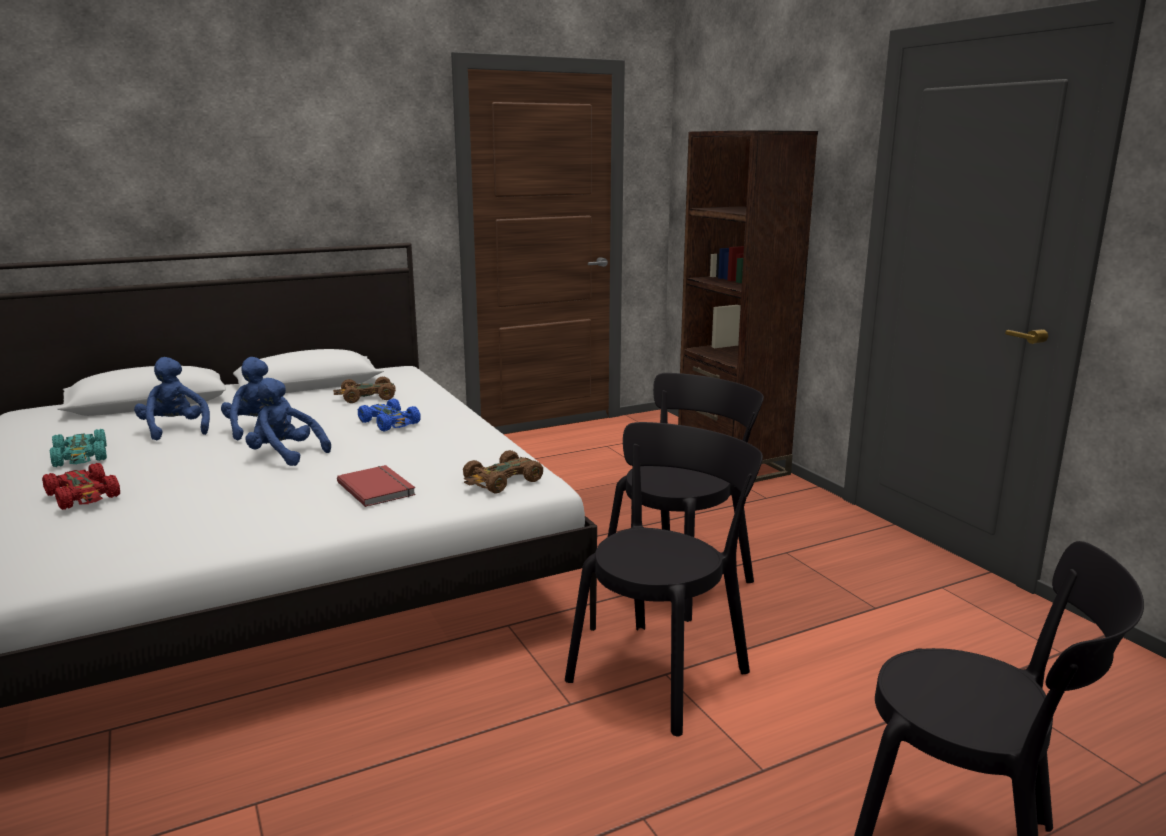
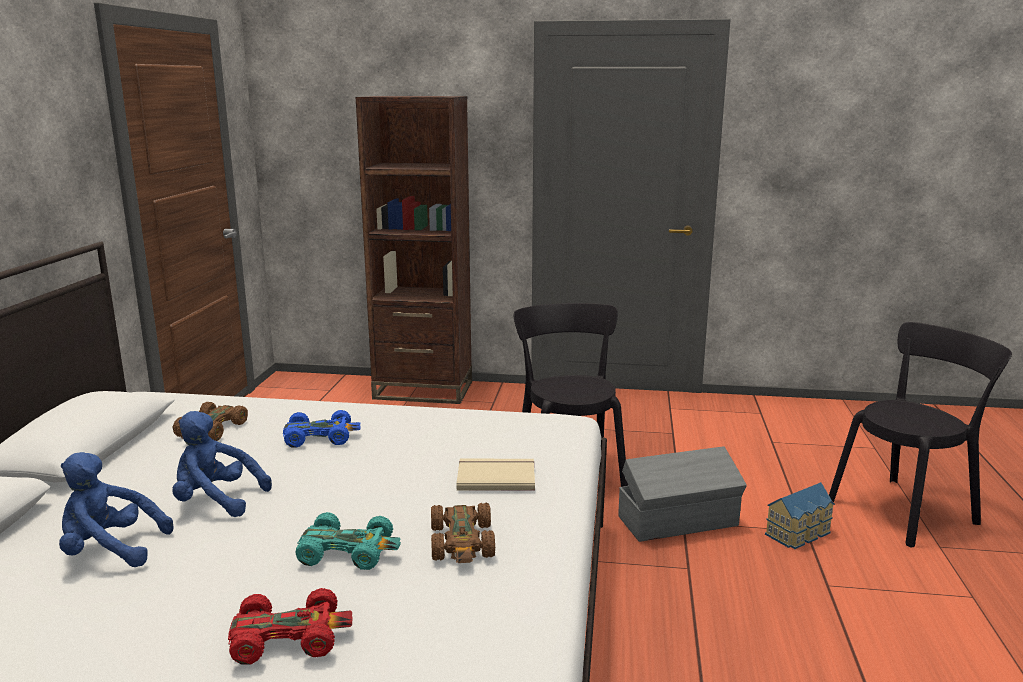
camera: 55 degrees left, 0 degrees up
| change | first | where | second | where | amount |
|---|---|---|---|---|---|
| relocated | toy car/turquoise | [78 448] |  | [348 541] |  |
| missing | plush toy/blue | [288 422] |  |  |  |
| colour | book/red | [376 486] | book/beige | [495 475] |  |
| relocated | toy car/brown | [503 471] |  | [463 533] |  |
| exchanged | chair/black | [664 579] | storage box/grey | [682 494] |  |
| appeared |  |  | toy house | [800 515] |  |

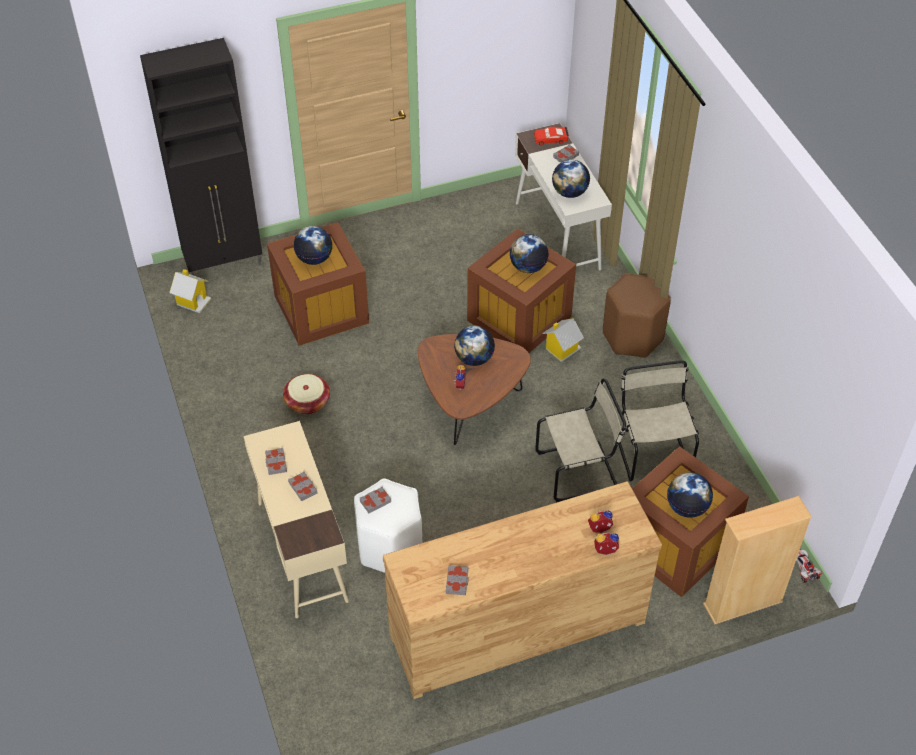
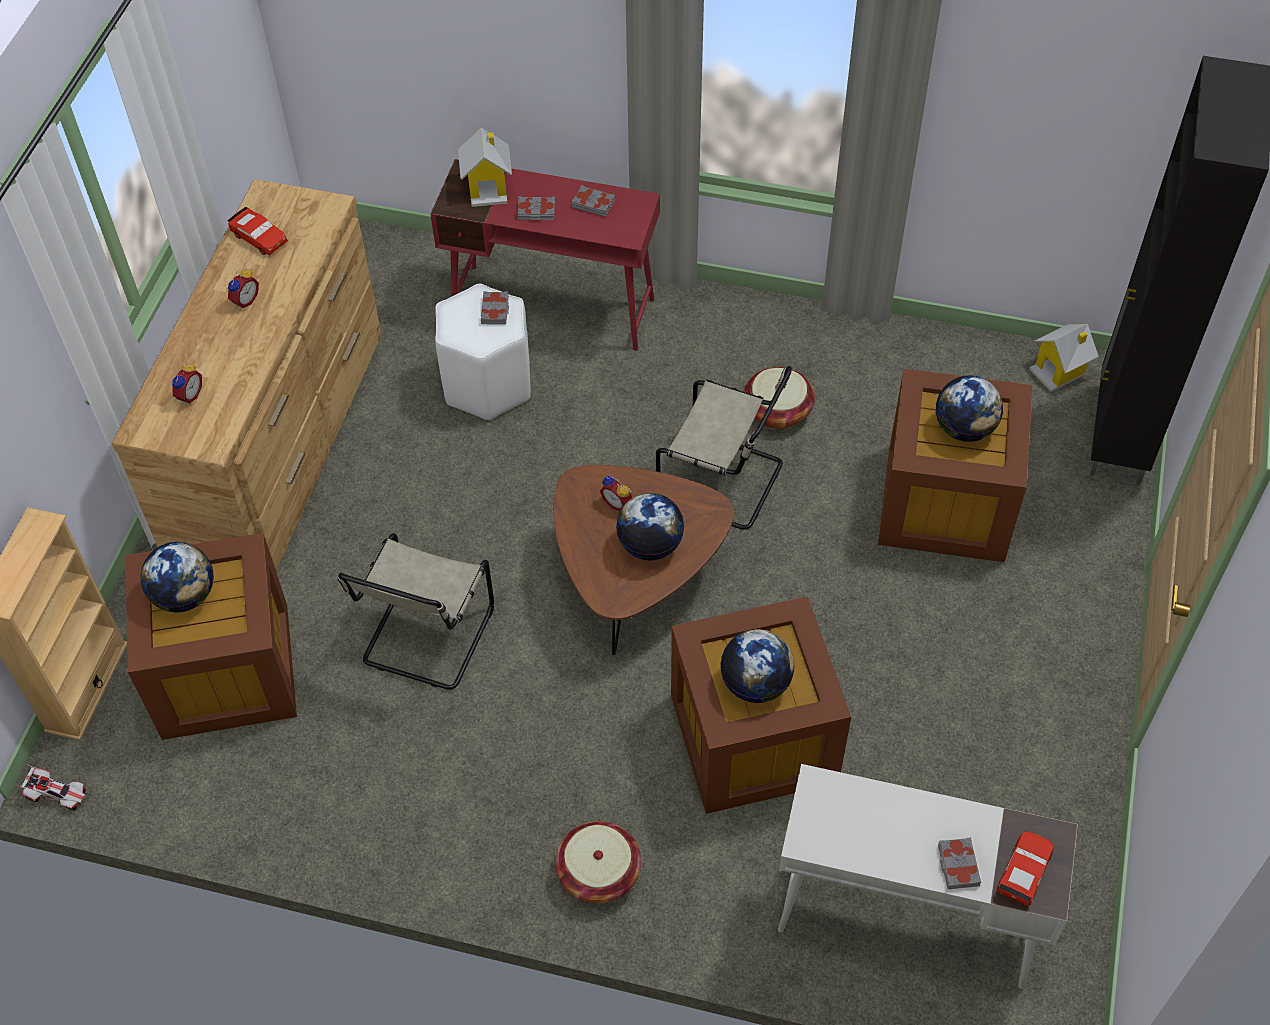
camera: 125 degrees right, 5 degrees up
| change | first | where | second | where | amount |
|---|---|---|---|---|---|
| colour | desk/beige | [296 519] | desk/red | [545 255] |  |
| exchanged | book/grey | [457 580] | toy car/red | [257 231] |  |
| relocated | toy house | [563 340] |  | [485 167] |  |
| missing | globe | [571 179] |  |  |  |
| relocated | alarm clock | [606 544] |  | [242 288] |  |
| exchanged | stool/brown | [637 315] | basket | [598 862] |  |
| relocated | chair/beige | [659 420] |  | [724 448] |  |

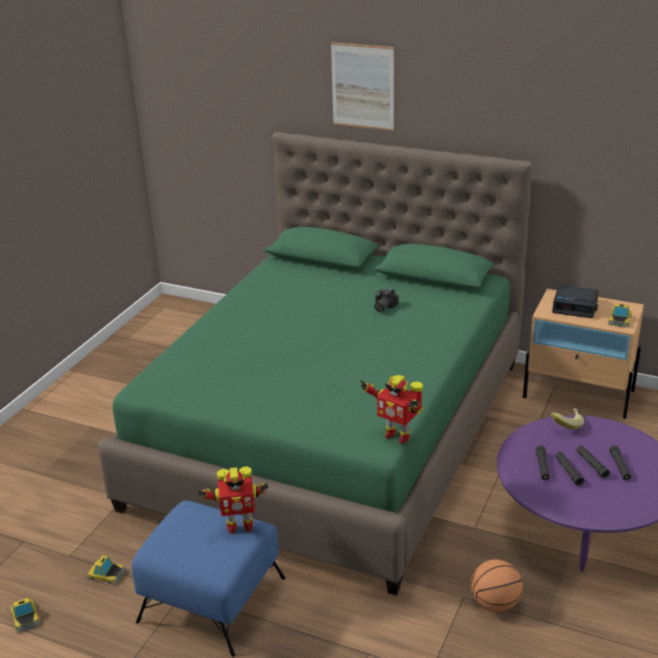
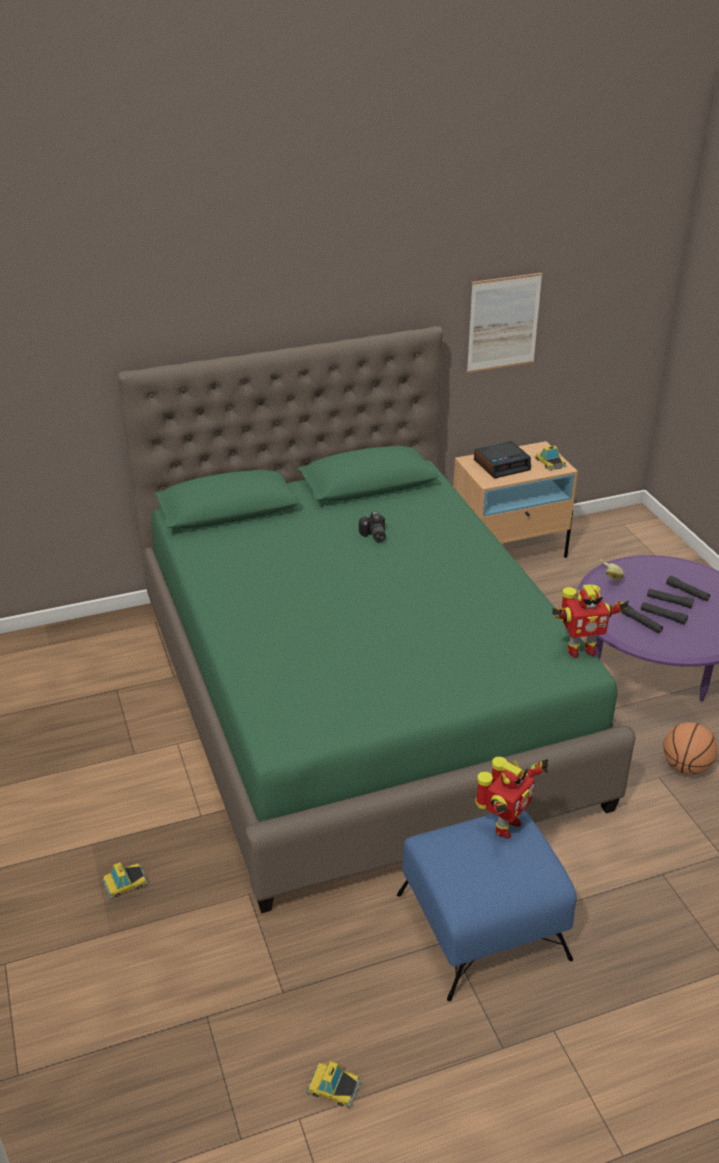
camera: 45 degrees left, 5 degrees up
| change | first | where | second | where | amount |
|---|---|---|---|---|---|
| relocated | toy car | [107 569] |  | [125 880] |  |
| relocated | picture | [362 86] |  | [505 323] |  |

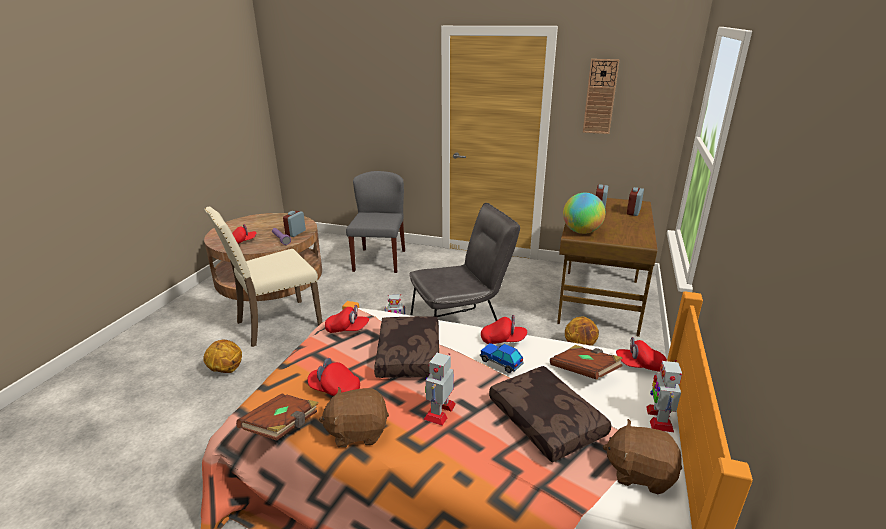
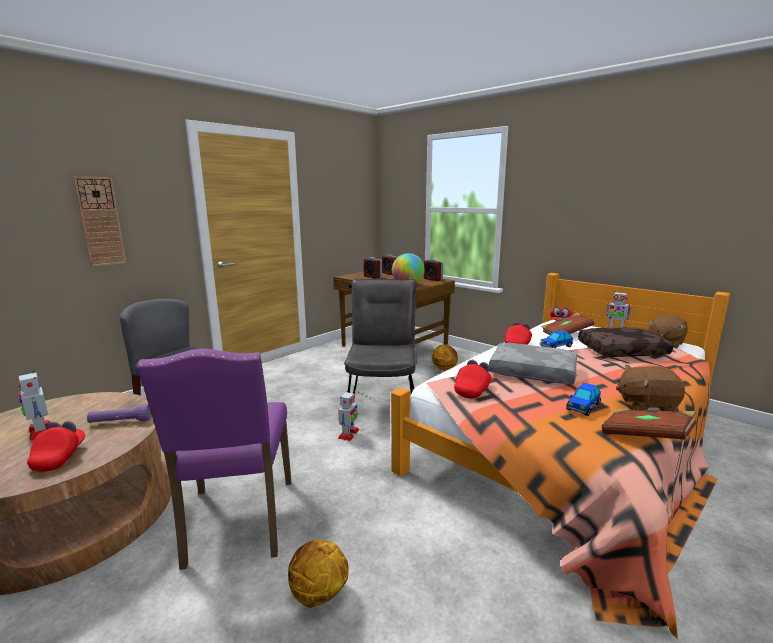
camera: 65 degrees left, 10 degrees down
| change | first | where | second | where | amount |
|---|---|---|---|---|---|
| colour | chair/beige | [263 276] | chair/purple | [214 459] |  |
| relocated | alarm clock | [294 224] |  | [433 270] |  |
| exchanged | cap/red | [333 377] | toy car | [583 399] |  |
| spun | plush toy/brown | [354 417] |  | [650 388] | 75 degrees clockwise |
| colour | pillow/brown | [406 347] | pillow/grey | [533 363] |  |
| relocated | toy robot | [439 389] |  | [34 406] |  |
| relocated | wall clock | [601 96] |  | [99 221] |  |

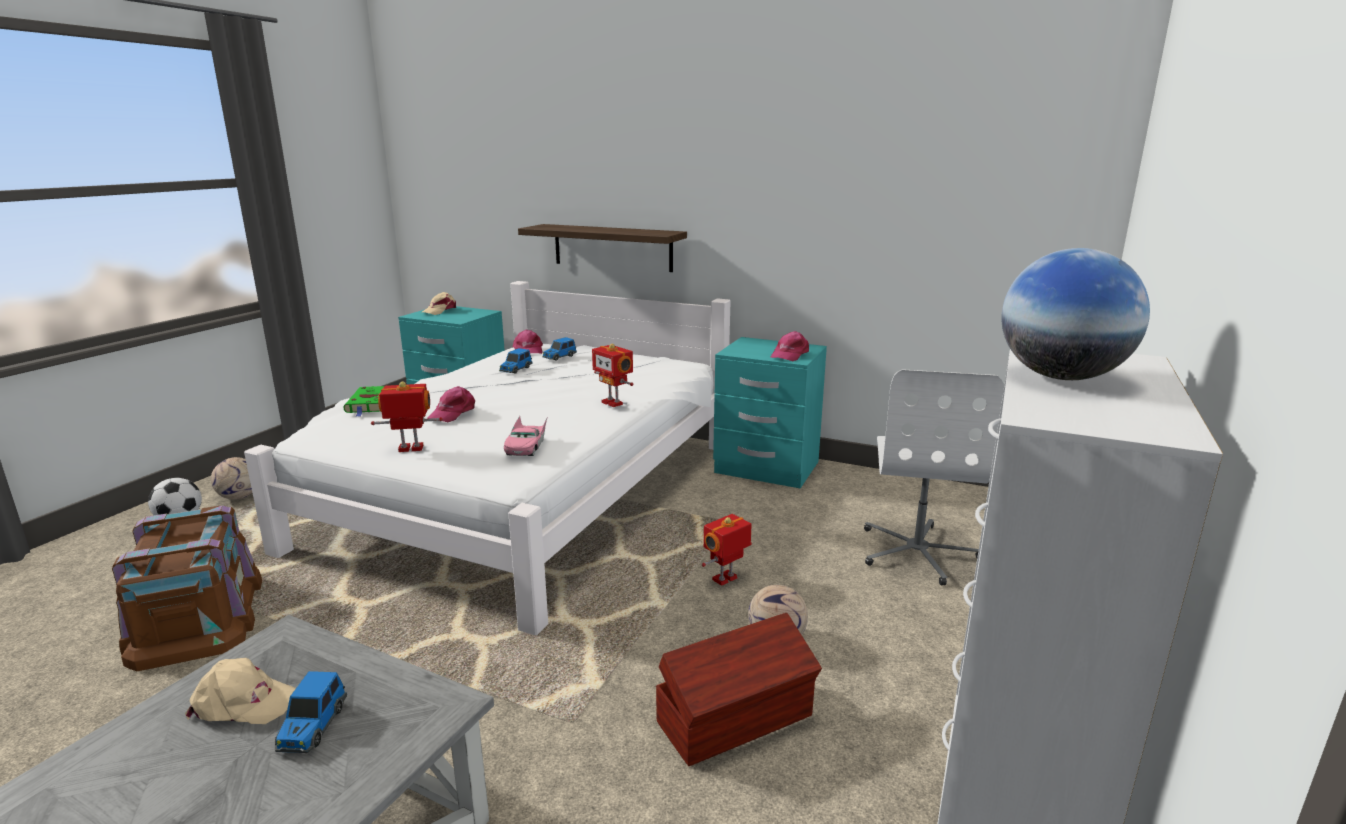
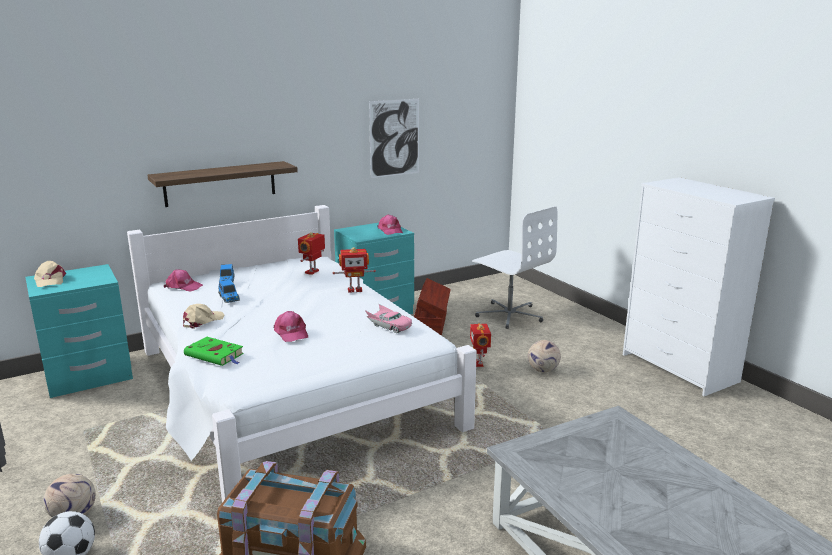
camera: 55 degrees left, 0 degrees up
| change | first | where | second | where | amount |
|---|---|---|---|---|---|
| relocated | cap/beige | [240 691] |  | [203 316] |  |
| missing | toy car | [310 712] |  |  |  |
| relocated | toy robot | [407 416] |  | [311 253] |  |
| relocated | storage box/brown | [739 689] |  | [432 307] |  |
| missing | globe | [1075 314] |  |  |  |
| appeared |  |  | picture | [394 138] |  |

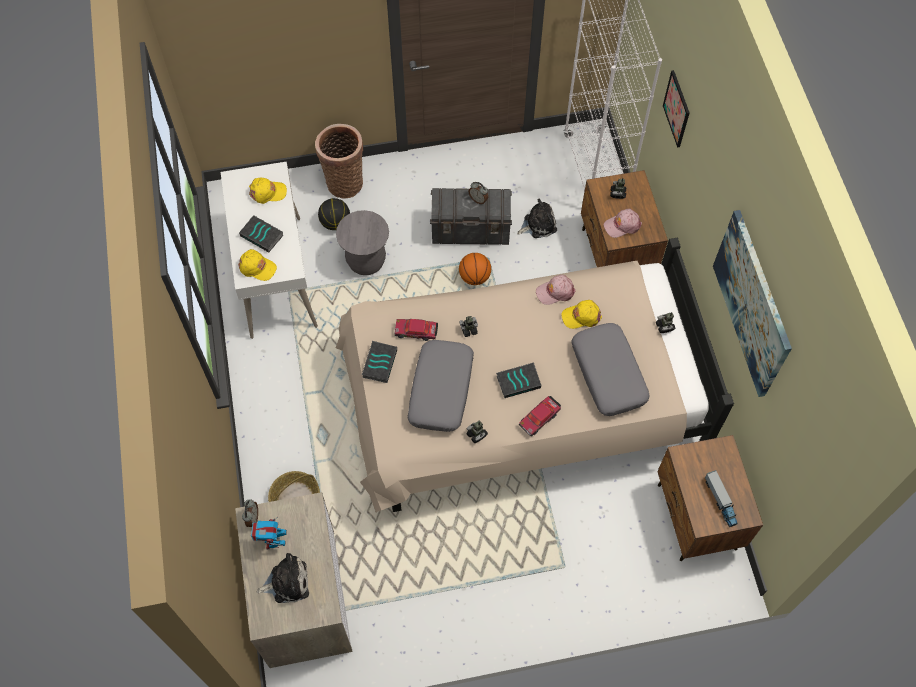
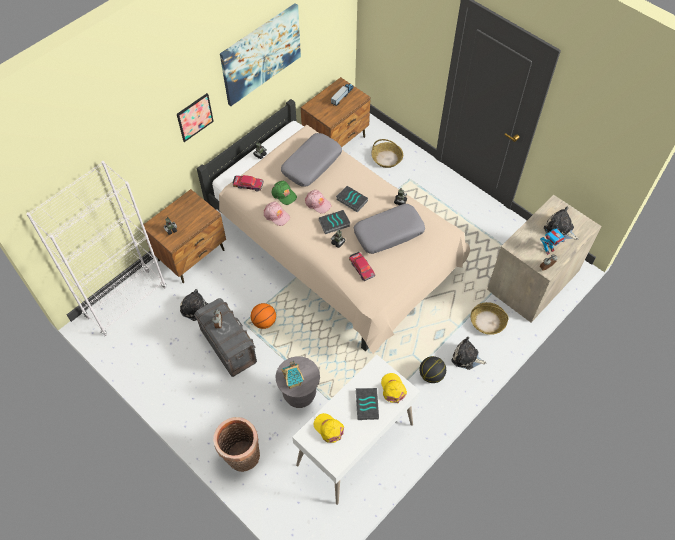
camera: 125 degrees left, 5 degrees down
| change | first | where | second | where | amount |
|---|---|---|---|---|---|
| relocated | basketball | [334 214] |  | [432 369] |  |
| relocated | book | [379 362] |  | [334 222] |  |
| relocated | toy car | [540 416] |  | [248 183] |  |
| colour | cap/yellow | [581 314] | cap/green | [284 193] |  |
| relocated | cap/pink | [623 223] |  | [318 202] |  |
| relocated | picture | [676 109] |  | [195 117] |  |
| appeared |  |  | toy house | [292 374] |  |
| appeared |  |  | basket | [387 153] |  |
| appeared |  |  | plush toy | [469 353] |  |

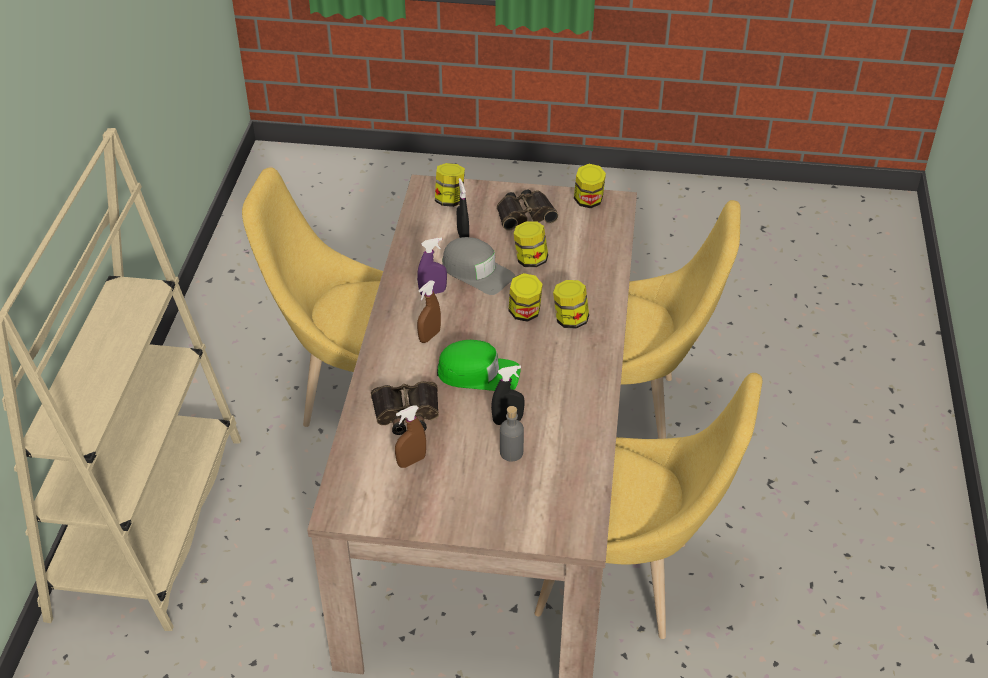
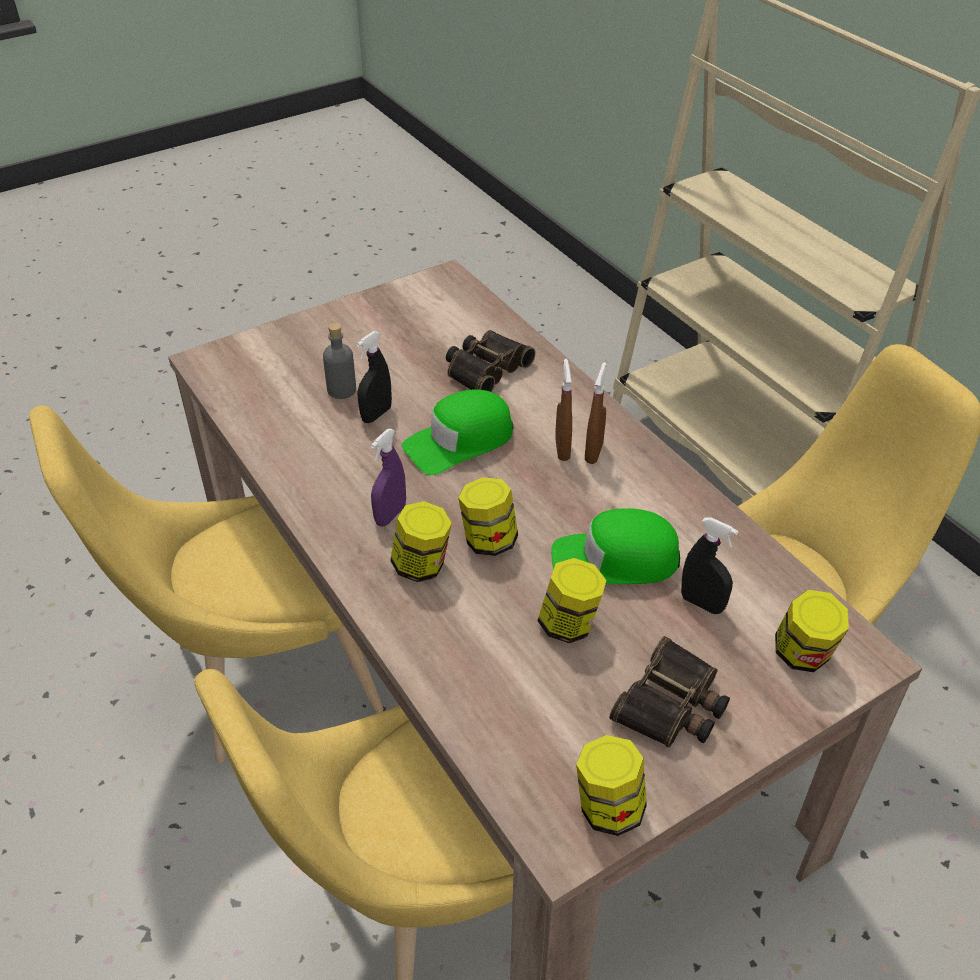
camera: 140 degrees right, 0 degrees up
| change | first | where | second | where | amount |
|---|---|---|---|---|---|
| relocated | spray bottle/brown | [410 436] |  | [596 413] |  |
| relocated | spray bottle/purple | [432 266] |  | [388 477] |  |
| colour | cap/grey | [478 266] | cap/green | [615 546] |  |

